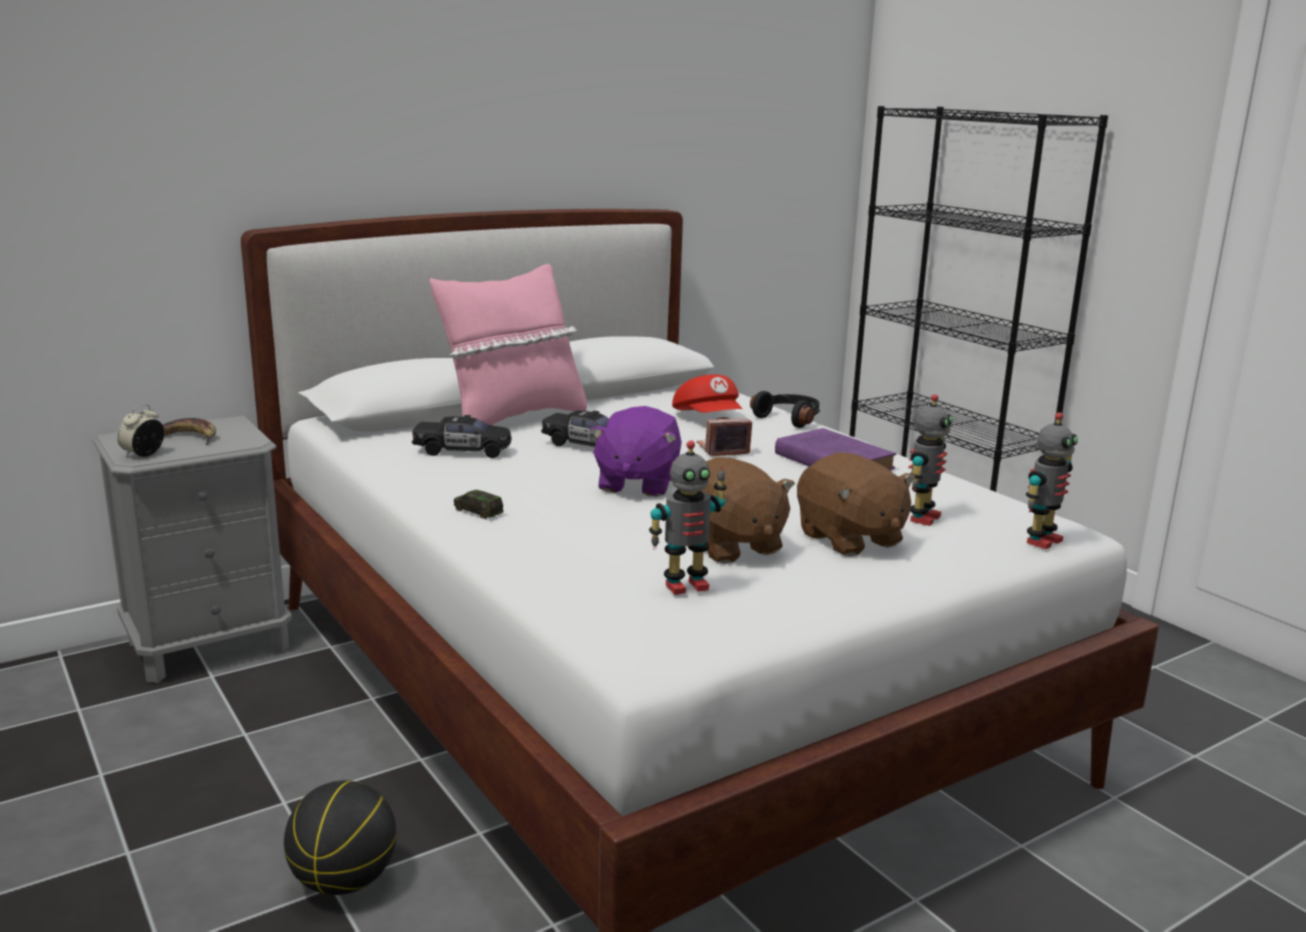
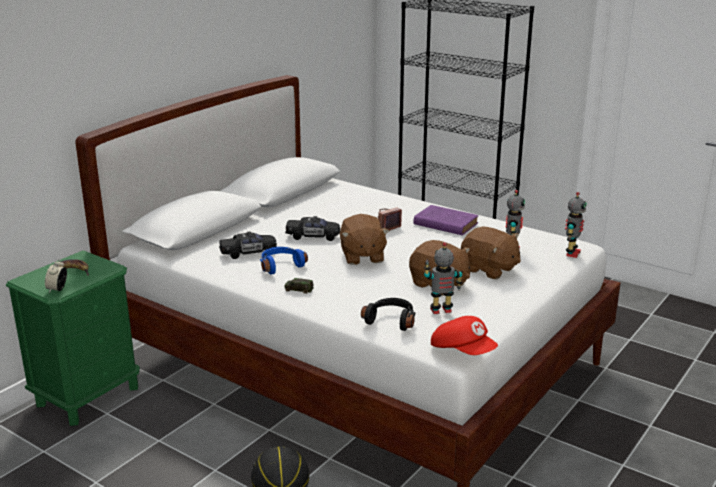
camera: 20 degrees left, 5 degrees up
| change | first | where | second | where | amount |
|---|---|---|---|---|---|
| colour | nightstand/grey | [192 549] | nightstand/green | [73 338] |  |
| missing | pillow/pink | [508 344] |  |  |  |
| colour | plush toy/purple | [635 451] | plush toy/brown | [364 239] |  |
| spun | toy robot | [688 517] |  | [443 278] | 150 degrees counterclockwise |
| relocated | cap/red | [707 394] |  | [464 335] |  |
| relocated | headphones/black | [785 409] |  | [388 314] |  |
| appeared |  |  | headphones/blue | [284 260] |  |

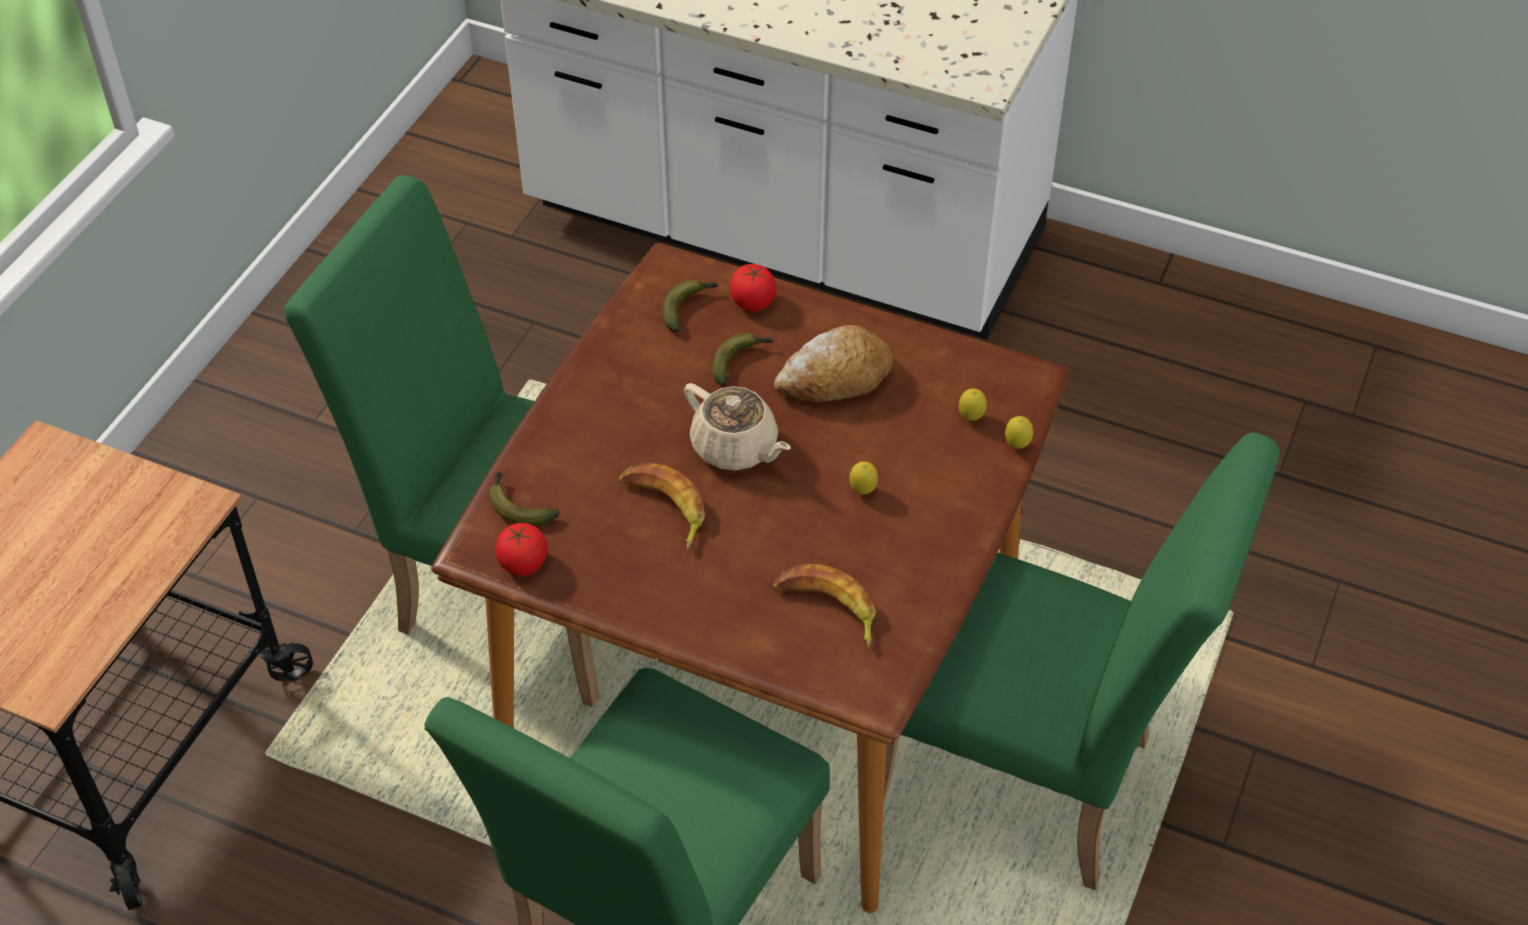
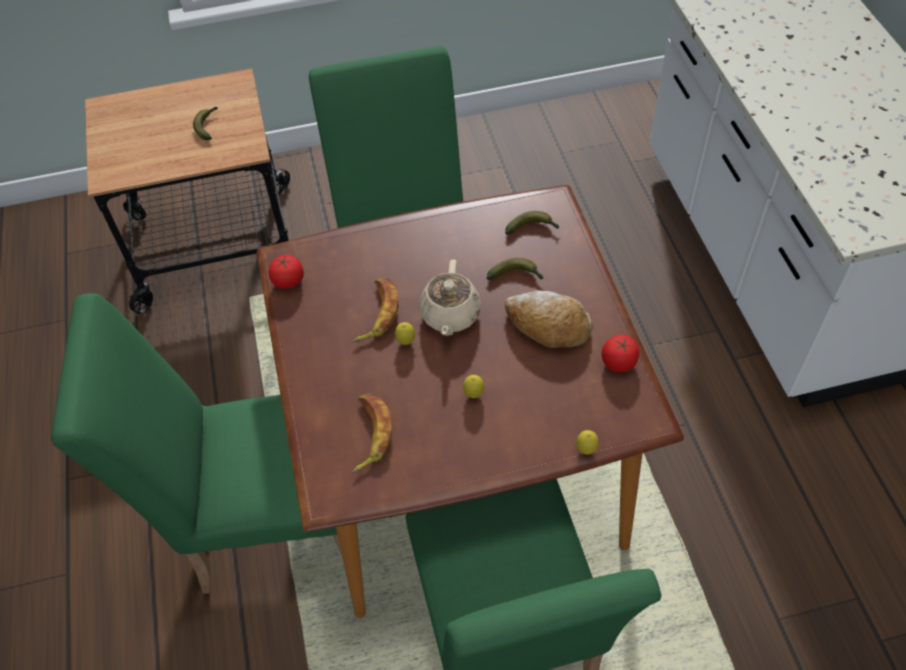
camera: 55 degrees right, 5 degrees up
| change | first | where | second | where | amount |
|---|---|---|---|---|---|
| relocated | banana | [523 498] |  | [205 123] |  |
| relocated | tomato | [753 288] |  | [620 353] |  |
| relocated | lemon | [973 404] |  | [405 333] |  |

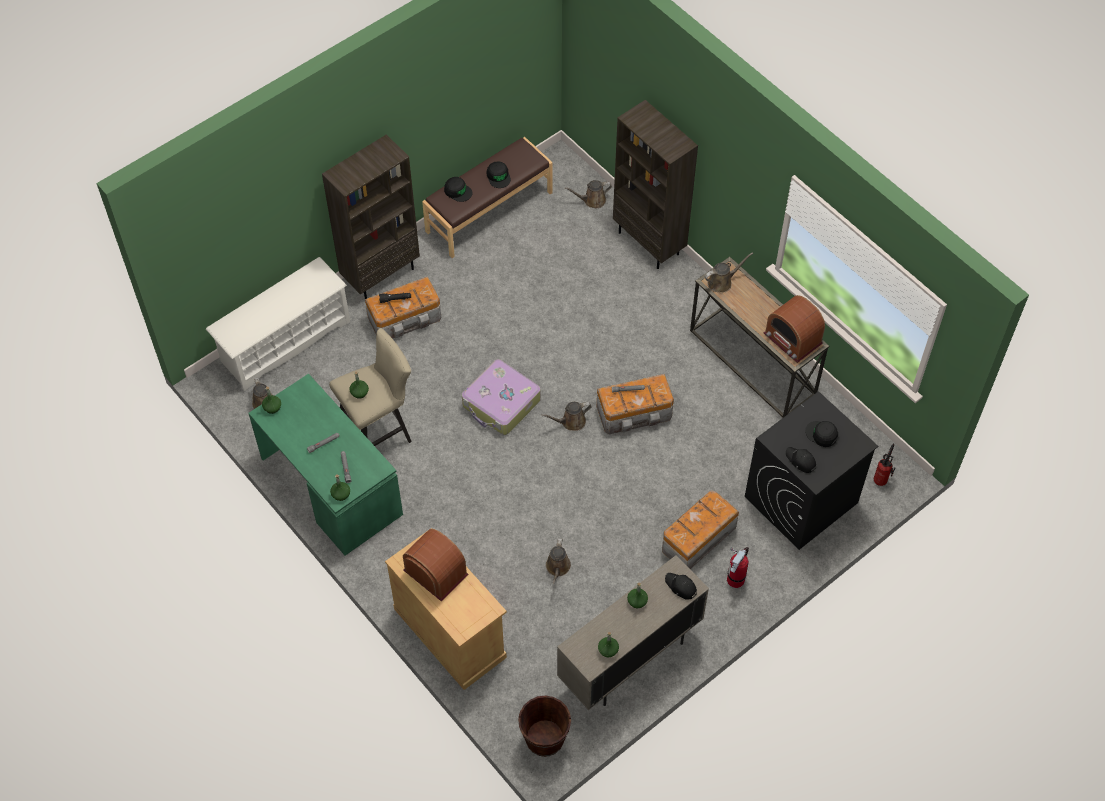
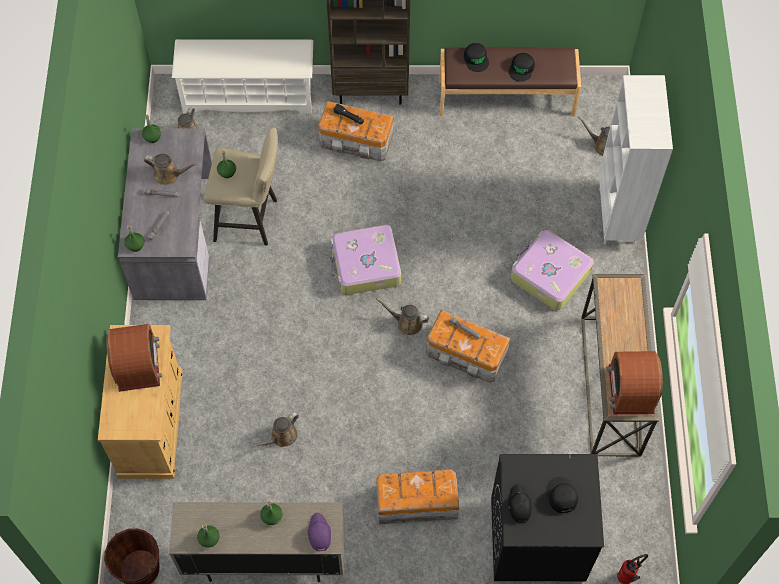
camera: 40 degrees right, 5 degrees up
| change | first | where | second | where | amount |
|---|---|---|---|---|---|
| colour | desk/green | [325 465] | desk/grey | [165 214] |  |
| colour | bookcase/brown | [655 184] | bookcase/white | [636 159] |  |
| colour | cap/black | [681 586] | cap/purple | [319 532] |  |
| relocated | watering can/brown | [729 273] |  | [170 169] |  |
| missing | fire extinguisher | [738 567] |  |  |  |
| appeared |  |  | suitcase | [552 270] |  |

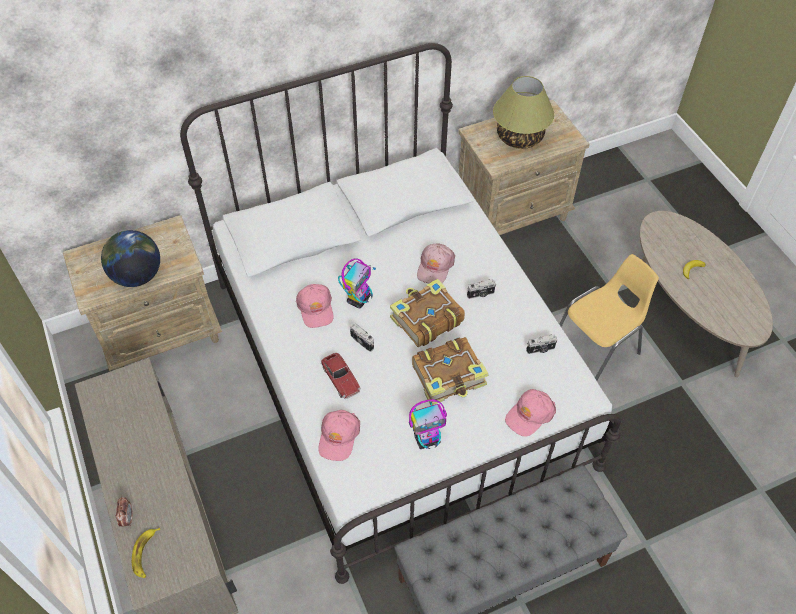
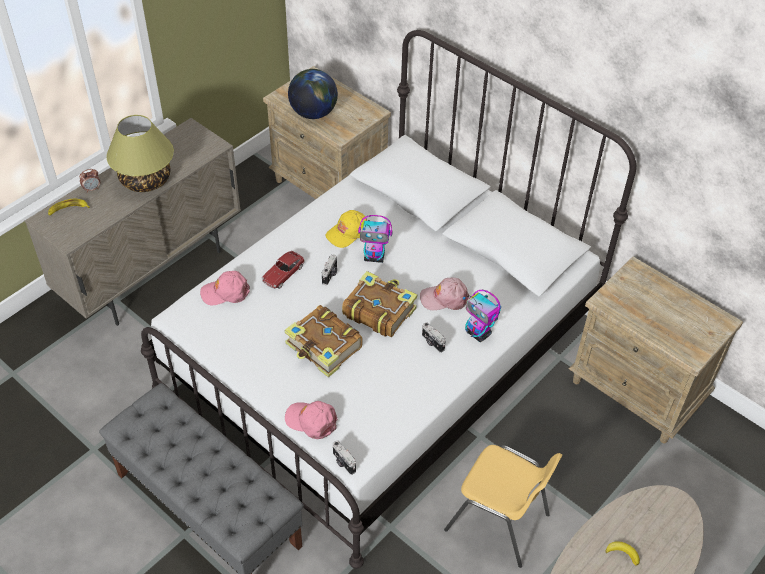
camera: 65 degrees right, 5 degrees down
| change | first | where | second | where | amount |
|---|---|---|---|---|---|
| colour | cap/pink | [314 306] | cap/yellow | [346 229] |  |
| relocated | toy robot | [428 424] |  | [482 316] |  |
| relocated | table lamp | [523 112] |  | [140 153] |  |
| relocated | photo camera | [541 344] |  | [344 457] |  |

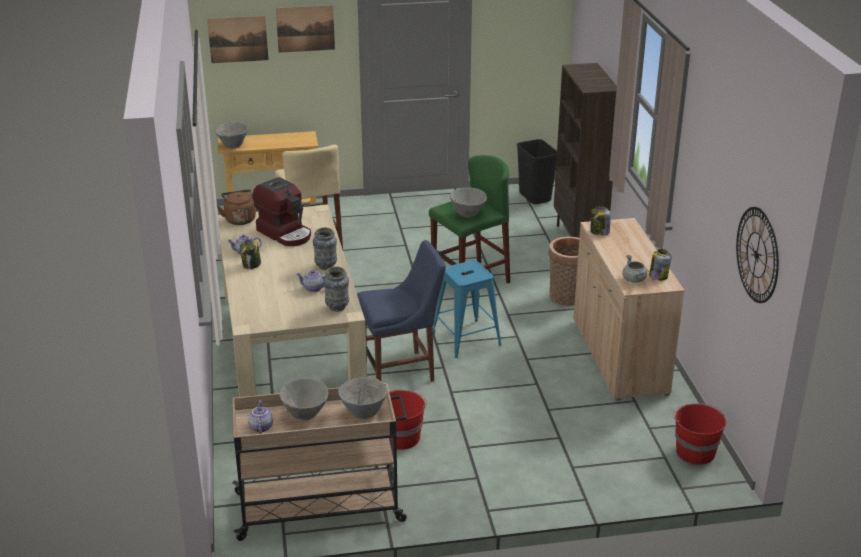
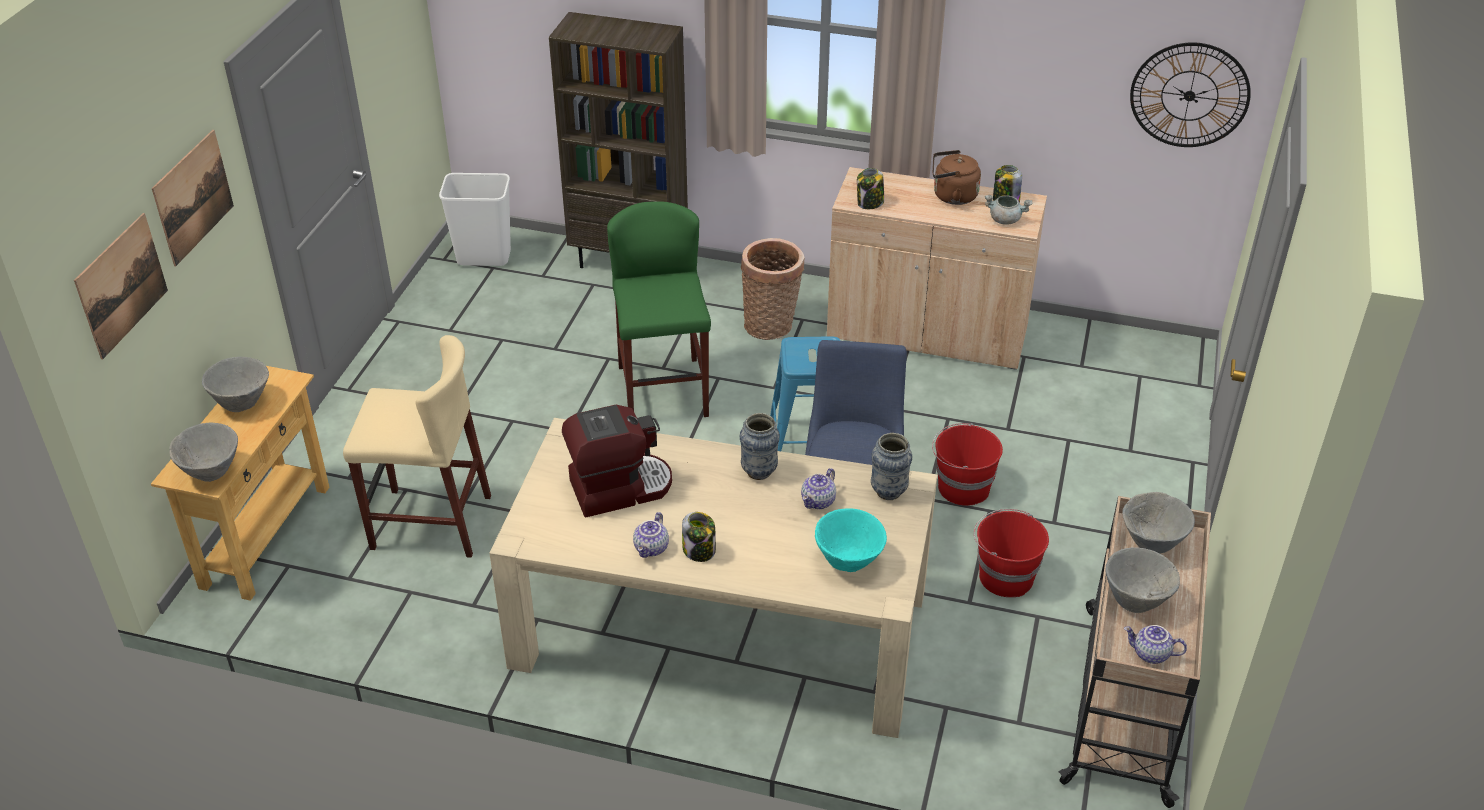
camera: 65 degrees left, 10 degrees up
| change | first | where | second | where | amount |
|---|---|---|---|---|---|
| relocated | kettle/brown | [236 207] |  | [957 177] |  |
| relocated | bowl/grey | [468 203] |  | [235 384] |  |
| colour | trash can/black | [537 171] | trash can/white | [475 219] |  |
| relocated | bucket/red | [699 434] |  | [967 464] |  |
| appeared |  |  | bowl/turquoise | [851 540] |  |

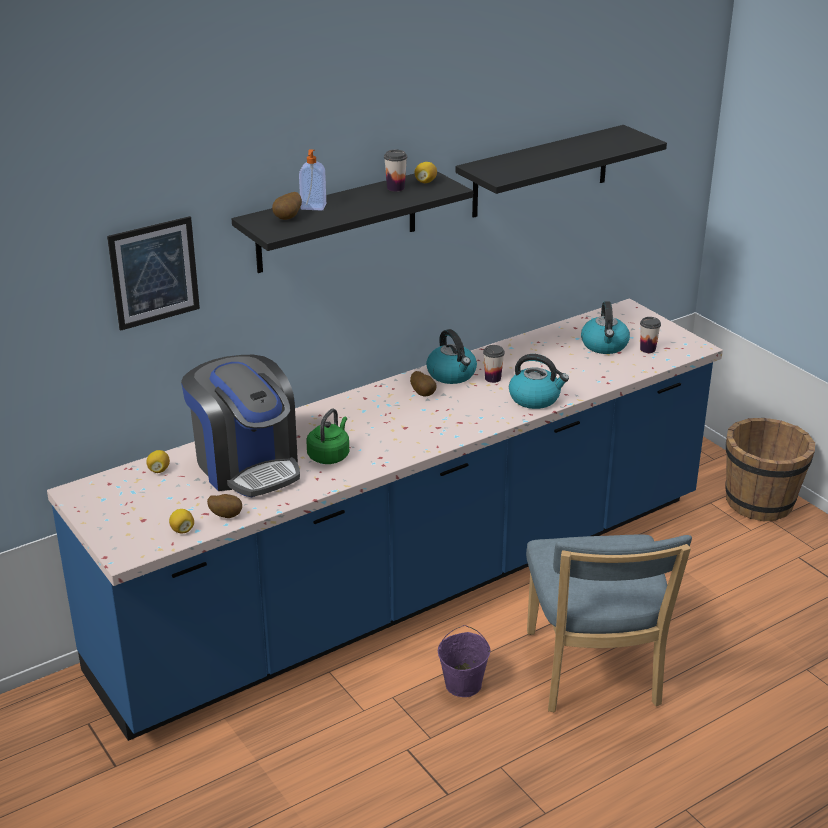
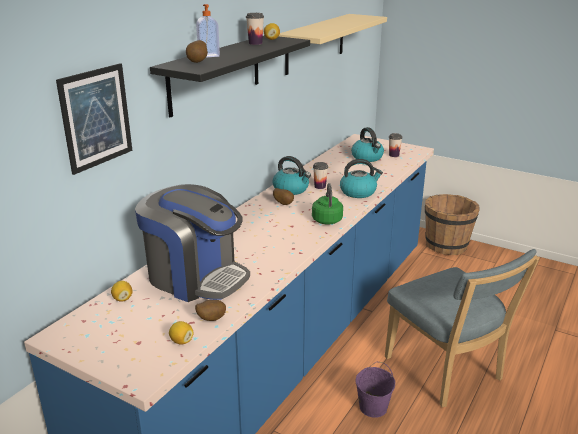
camera: 25 degrees left, 5 degrees down
| change | first | where | second | where | amount |
|---|---|---|---|---|---|
| relocated | kettle/green | [328 436] |  | [327 204] |  |
| colour | shelf/black | [561 171] | shelf/beige | [333 44] |  |

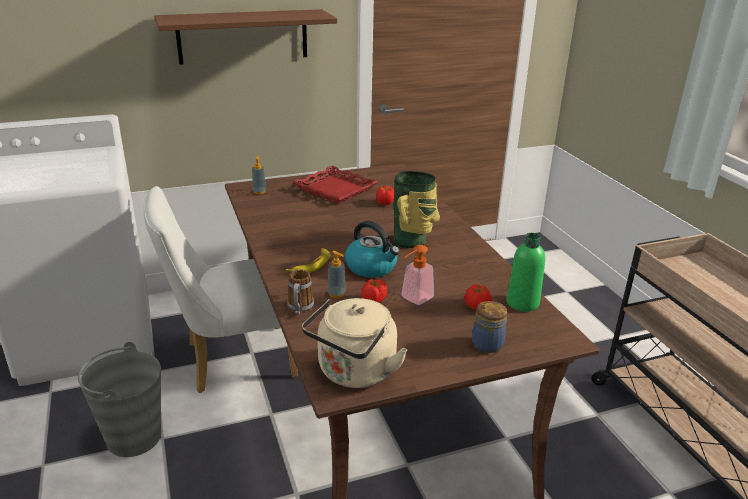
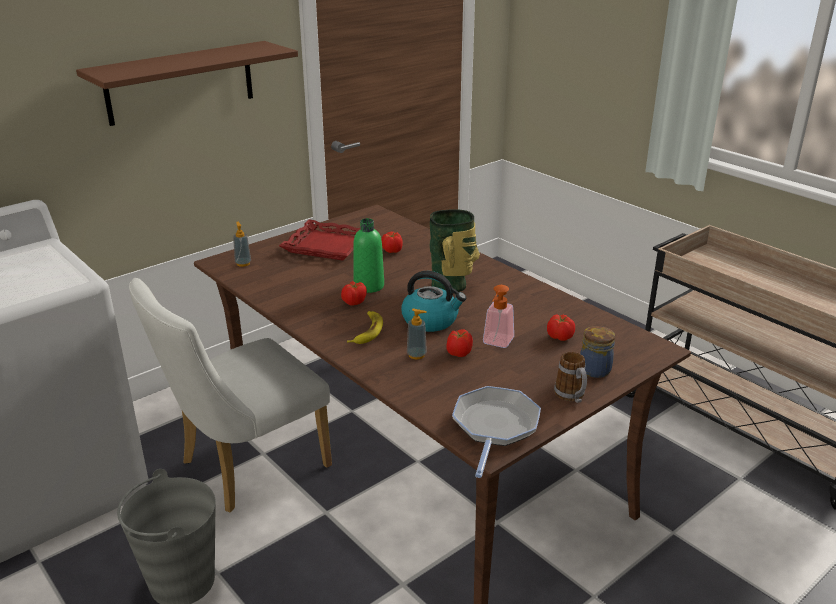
camera: 20 degrees left, 0 degrees up
| change | first | where | second | where | amount |
|---|---|---|---|---|---|
| relocated | mug | [300 291] |  | [570 377] |  |
| exchanged | kettle/beige | [354 343] | frying pan | [496 432] |  |
| relocated | bottle/green | [526 272] |  | [368 255] |  |
| appeared |  |  | tomato | [354 293] |  |

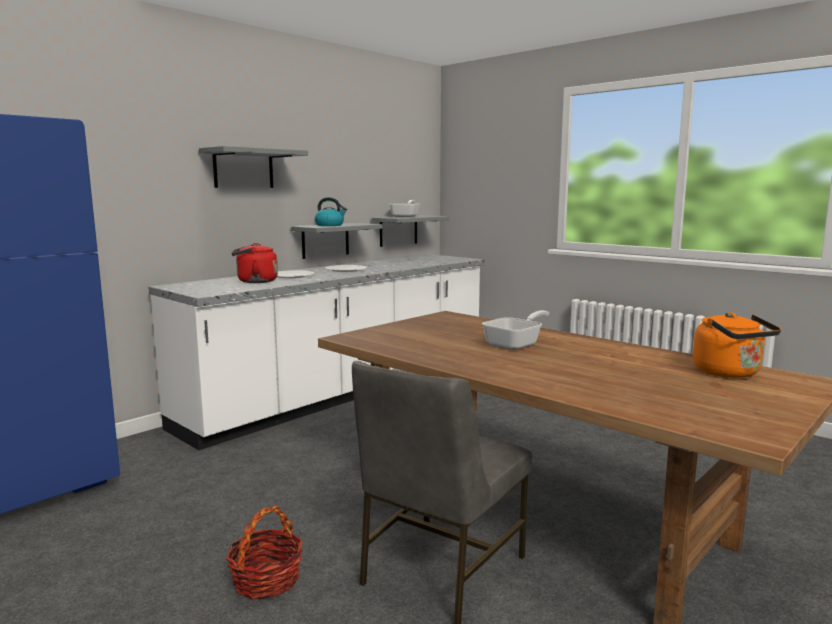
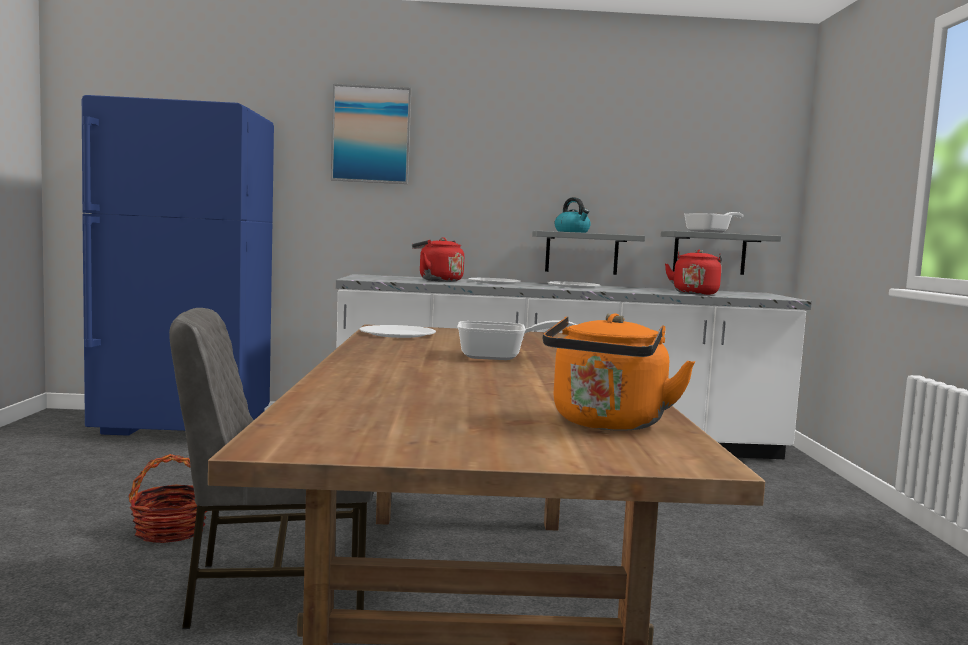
camera: 45 degrees right, 5 degrees down
| change | first | where | second | where | amount |
|---|---|---|---|---|---|
| missing | shelf/grey | [253 167] |  |  |  |
| appeared |  |  | picture | [371 134] |  |
| appeared |  |  | plate/white | [397 331] |  |
| appeared |  |  | kettle/red | [693 272] |  |

